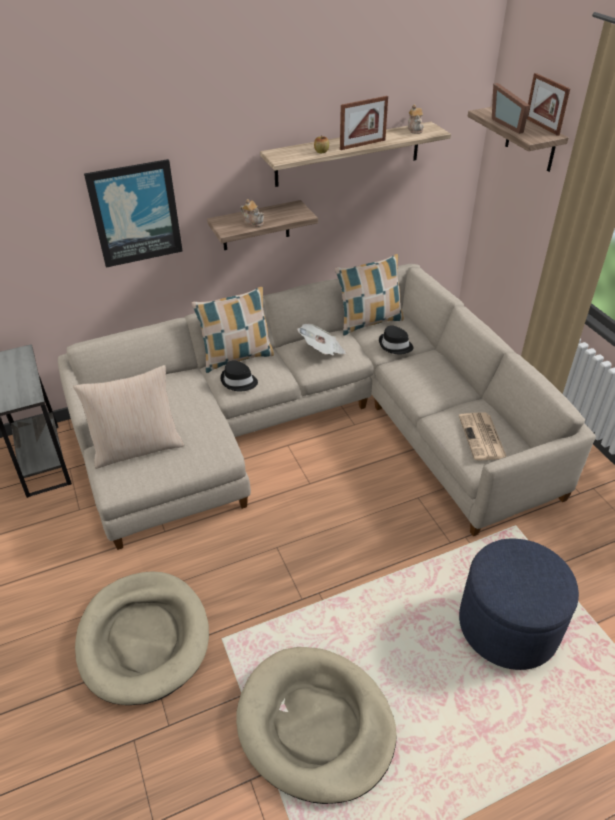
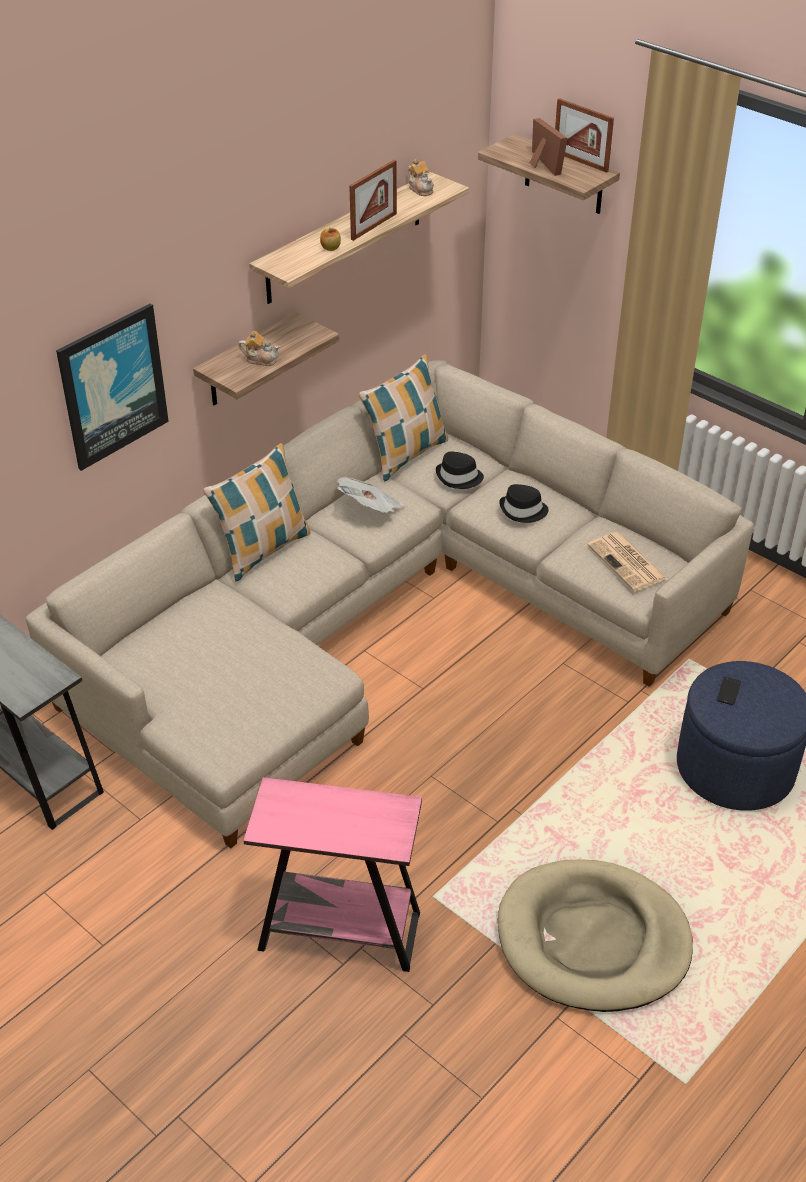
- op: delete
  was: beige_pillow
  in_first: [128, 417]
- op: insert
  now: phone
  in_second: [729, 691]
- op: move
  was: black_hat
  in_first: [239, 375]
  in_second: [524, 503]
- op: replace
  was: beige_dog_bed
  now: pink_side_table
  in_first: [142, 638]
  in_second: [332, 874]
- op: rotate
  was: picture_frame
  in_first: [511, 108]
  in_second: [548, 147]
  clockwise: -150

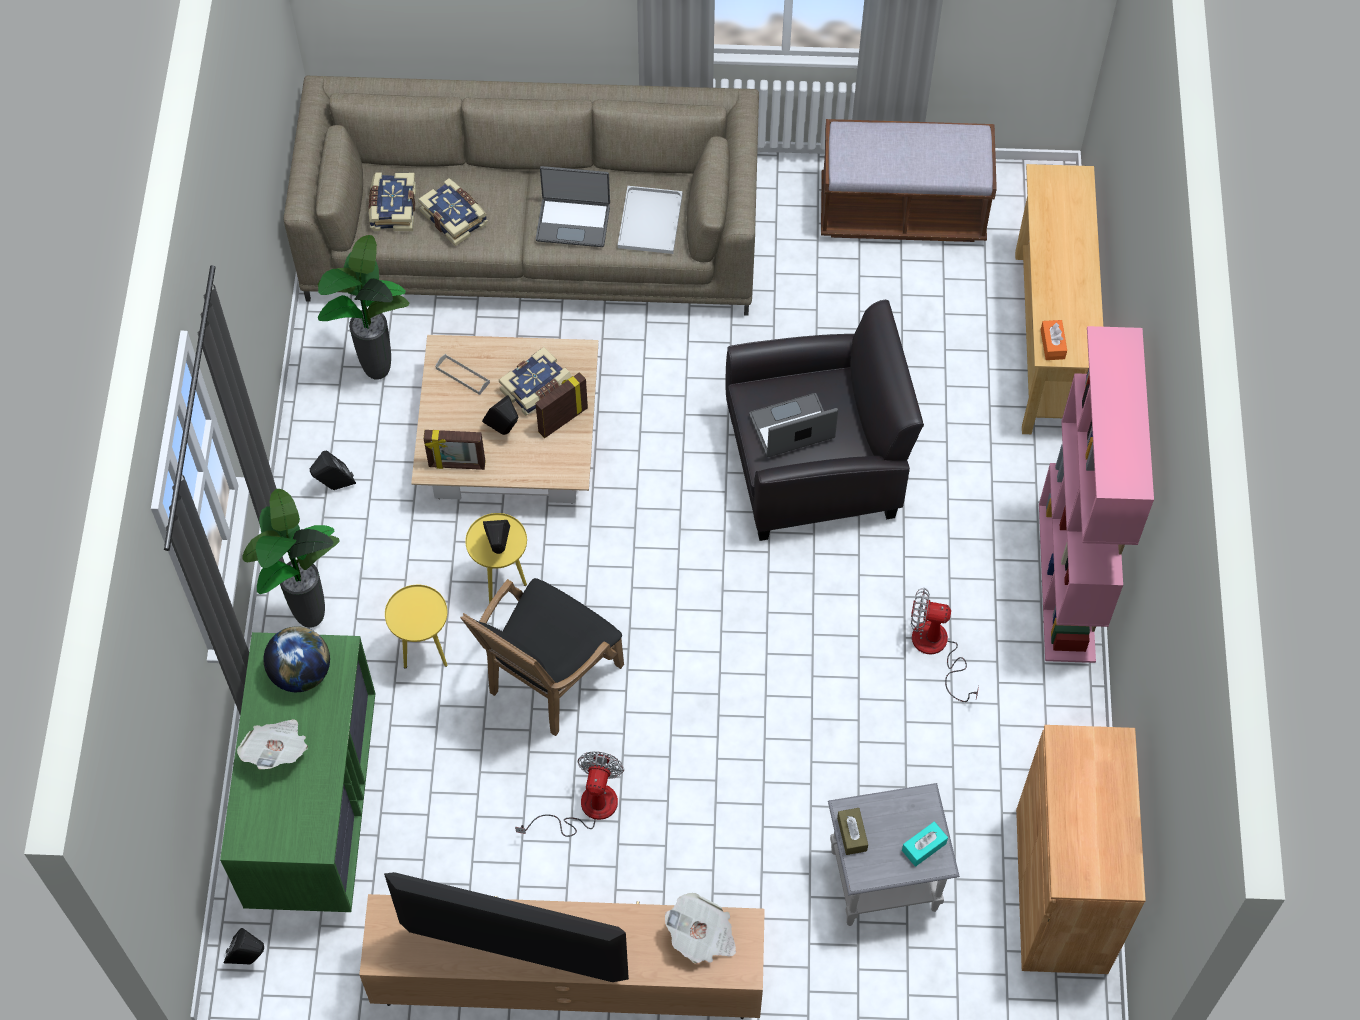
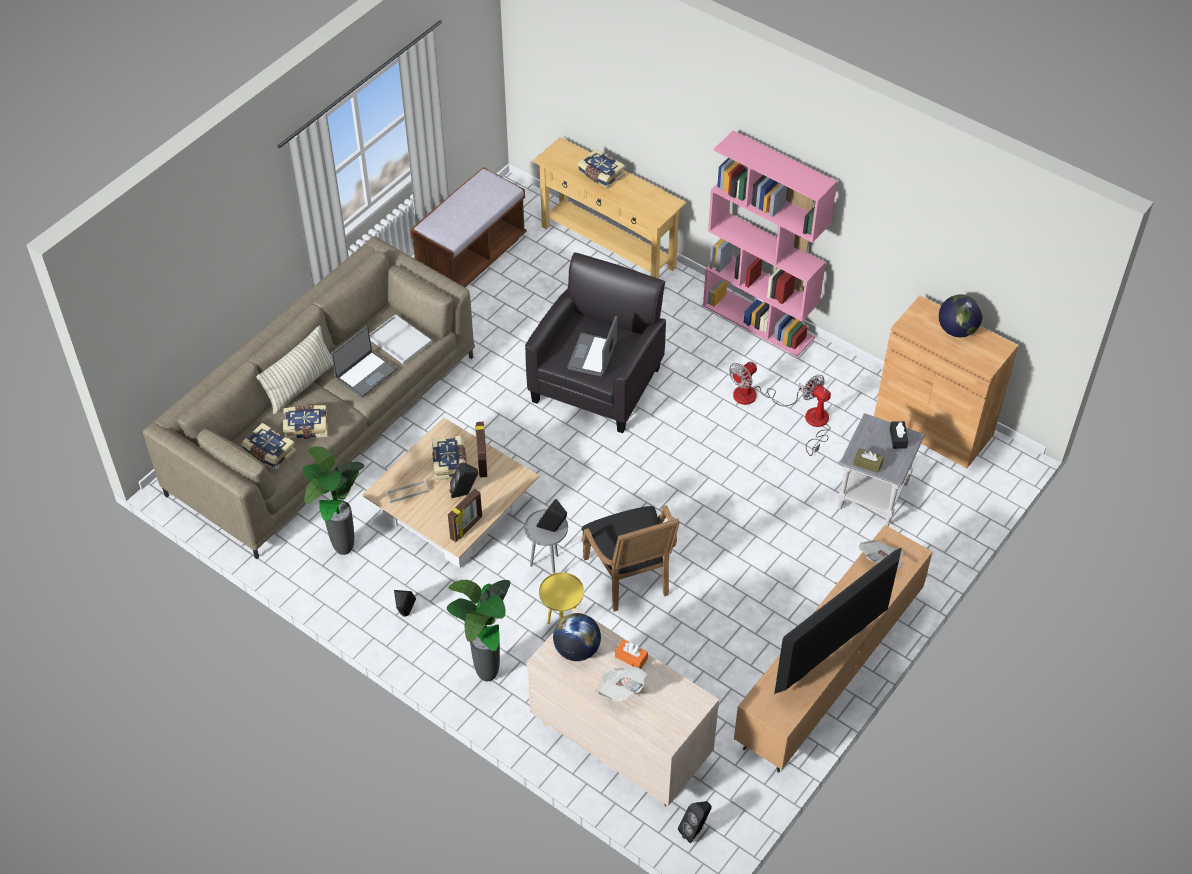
- op: insert
  now: pillow
  in_second: [294, 370]
- op: insert
  now: book
  in_second: [601, 168]
- op: insert
  now: globe
  in_second: [961, 315]
- op: move
  was: fan
  in_first: [569, 794]
  in_second: [816, 415]
- op: move
  was: orange_tissue_box
  in_first: [1054, 340]
  in_second: [631, 654]
- op: recolor
  was: green_dresser
  now: beige_dresser
  in_first: [297, 772]
  in_second: [623, 707]
- op: recolor
  was: yellow_side_table
  now: grey_side_table
  in_first: [496, 558]
  in_second: [546, 541]
- op: recolor
  was: turquoise_tissue_box
  now: black_tissue_box
  in_first: [925, 844]
  in_second: [899, 435]

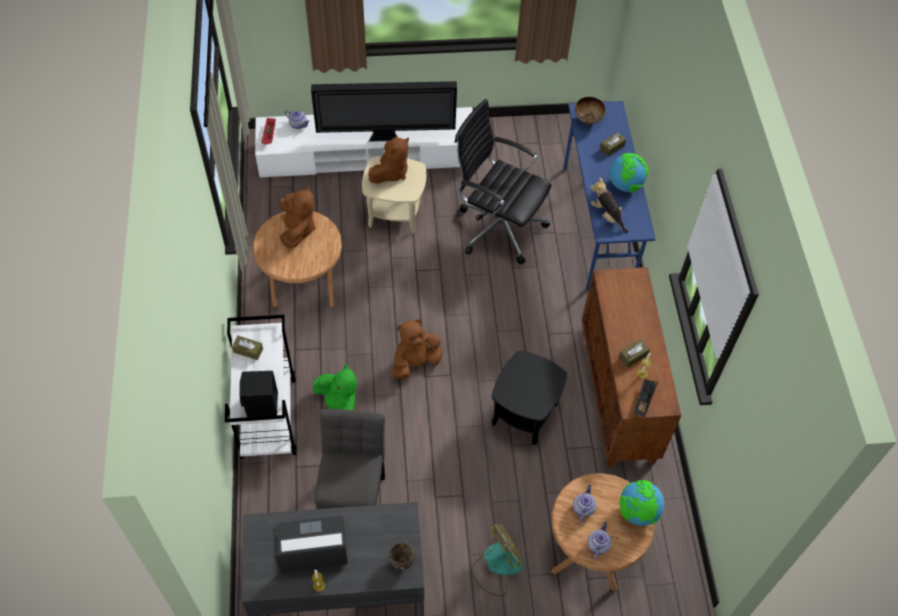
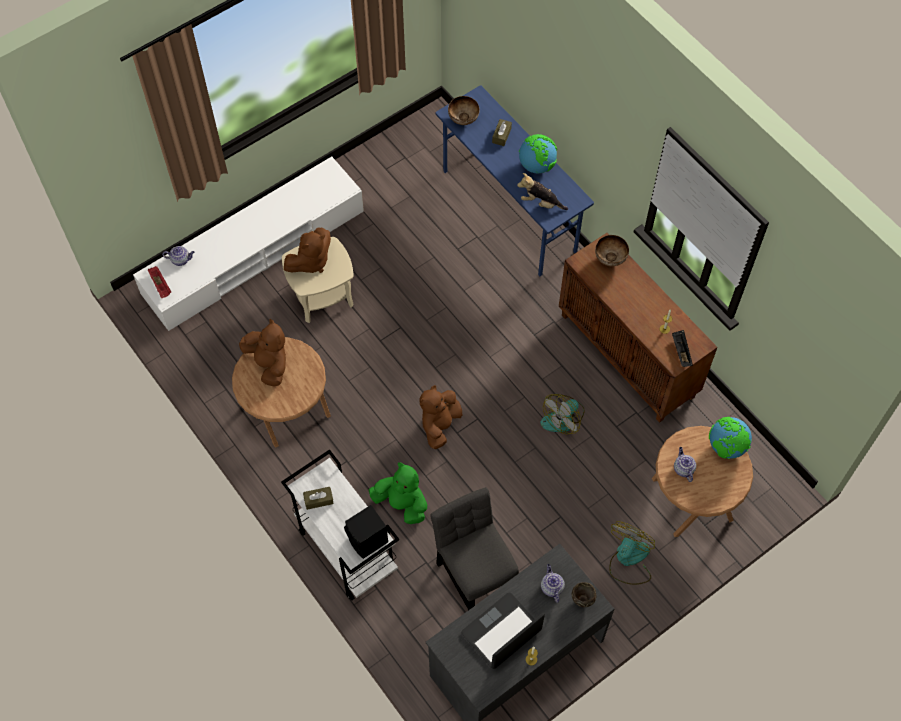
- op: delete
  was: television
  in_first: [384, 111]
- op: delete
  was: black_office_chair
  in_first: [503, 182]
- op: delete
  was: brown_tissue_box
  in_first: [634, 353]
- op: insert
  now: bowl
  in_second: [612, 250]
- op: move
  was: teapot
  in_first: [600, 541]
  in_second: [553, 583]
- op: replace
  was: black_side_table
  now: fan
  in_first: [529, 398]
  in_second: [562, 414]
- op: rotate
  was: brown_plush_toy
  in_first: [388, 160]
  in_second: [307, 250]
  clockwise: 45

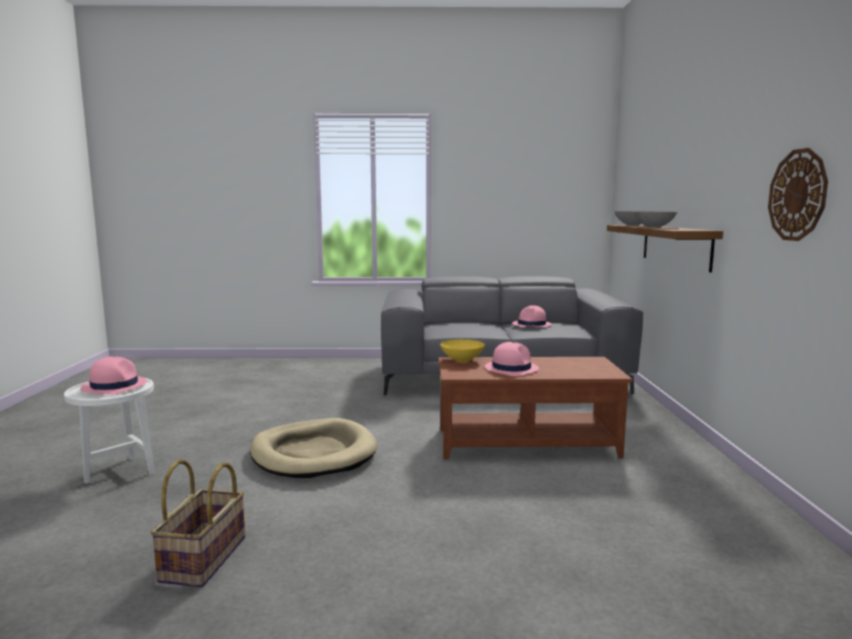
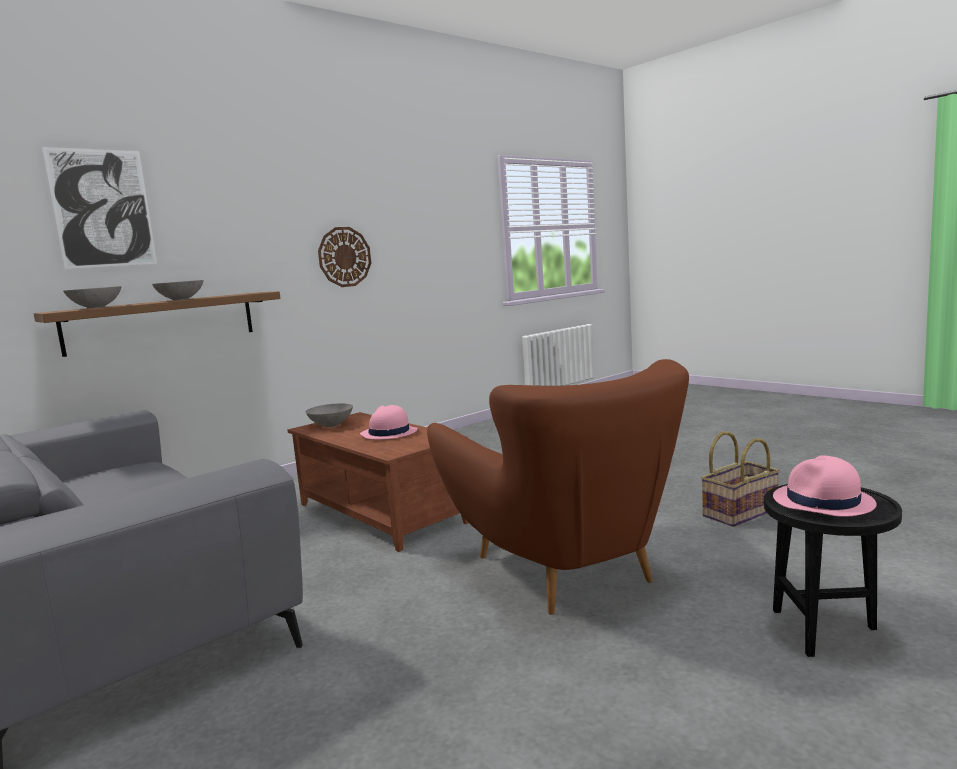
- op: delete
  was: yellow_bowl
  in_first: [462, 350]
- op: delete
  was: pink_hat
  in_first: [532, 316]
- op: insert
  now: picture
  in_second: [99, 208]
- op: insert
  now: grey_bowl
  in_second: [329, 415]
- op: replace
  was: beige_dog_bed
  now: brown_armchair
  in_first: [313, 448]
  in_second: [558, 487]
- op: recolor
  was: white_side_table
  now: black_side_table
  in_first: [109, 431]
  in_second: [833, 570]

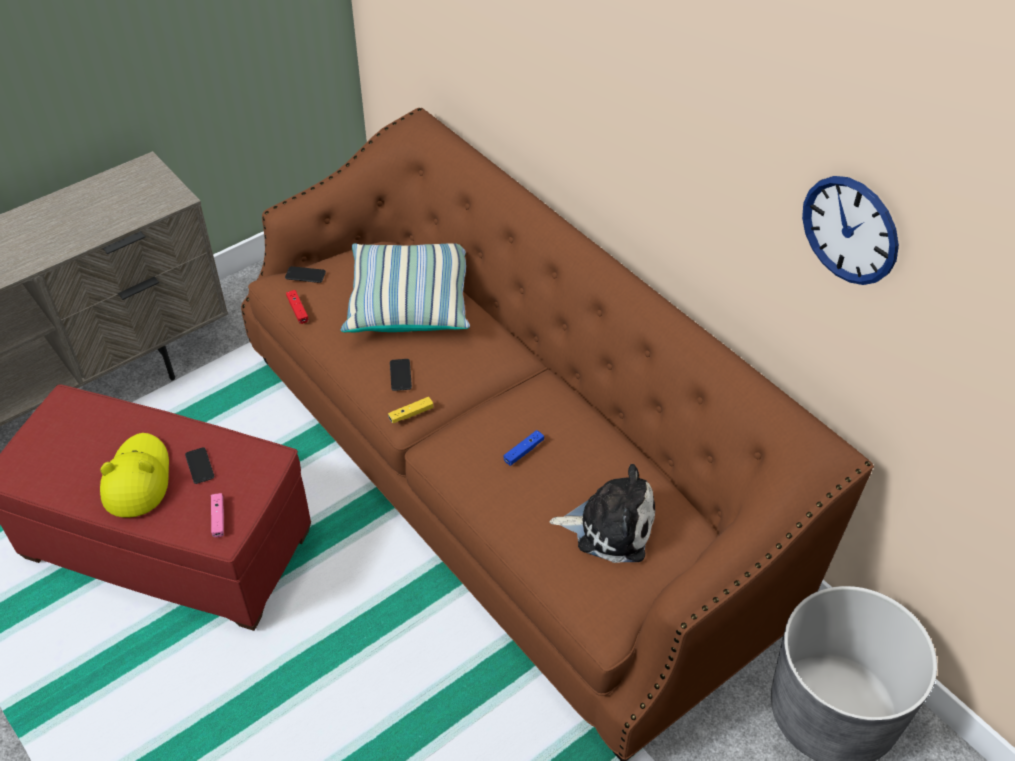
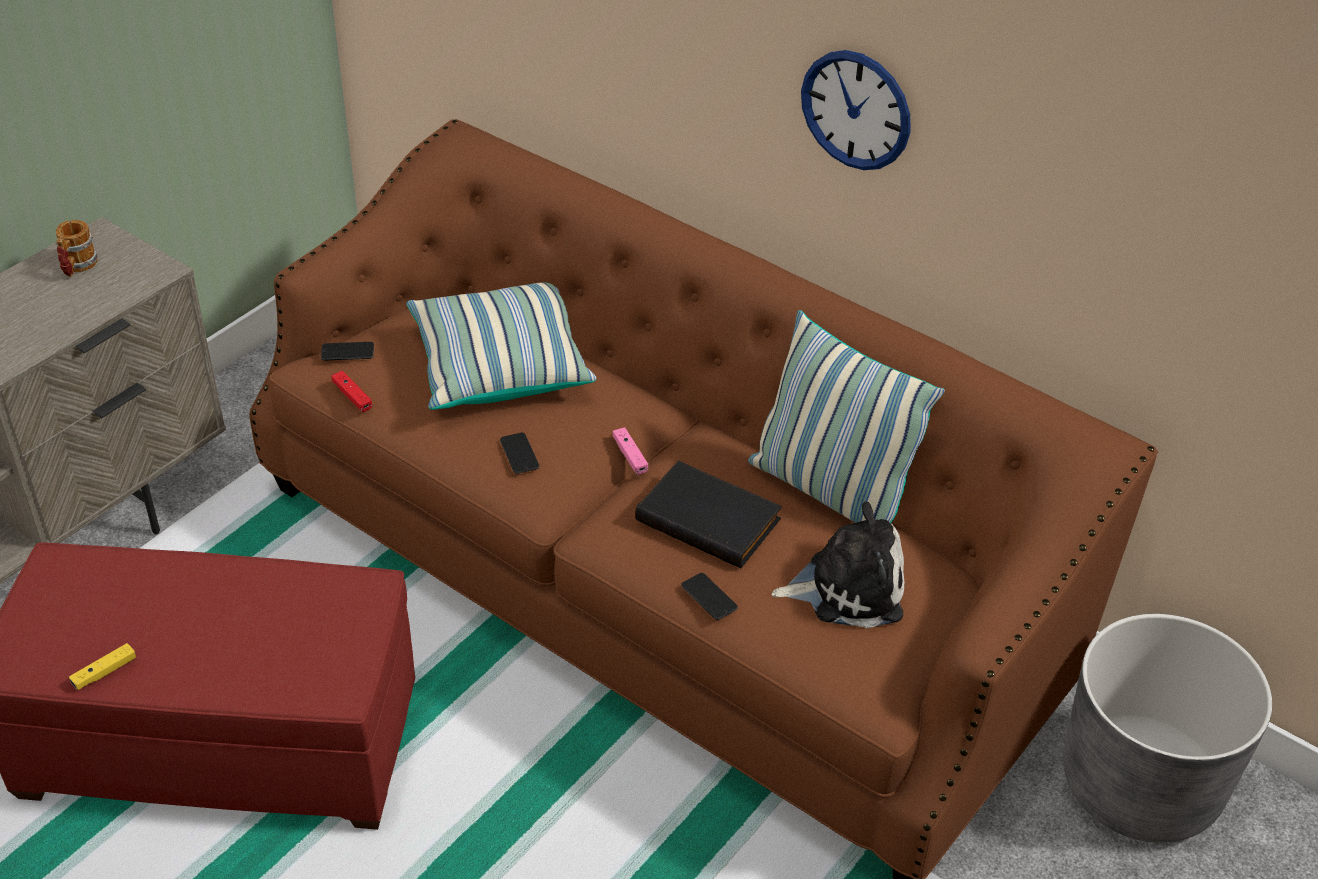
- op: delete
  was: yellow_hat
  in_first: [134, 475]
- op: insert
  now: mug
  in_second: [77, 248]
- op: insert
  now: pillow
  in_second: [846, 416]
- op: move
  was: phone
  in_first: [199, 465]
  in_second: [709, 596]
- op: move
  was: pink_game_controller
  in_first: [217, 515]
  in_second: [630, 451]
- op: move
  was: yellow_game_controller
  in_first: [410, 410]
  in_second: [102, 666]
- op: move
  was: wall_clock
  in_first: [850, 230]
  in_second: [855, 110]
- op: replace
  was: blue_game_controller
  now: black_book
  in_first: [524, 448]
  in_second: [708, 514]

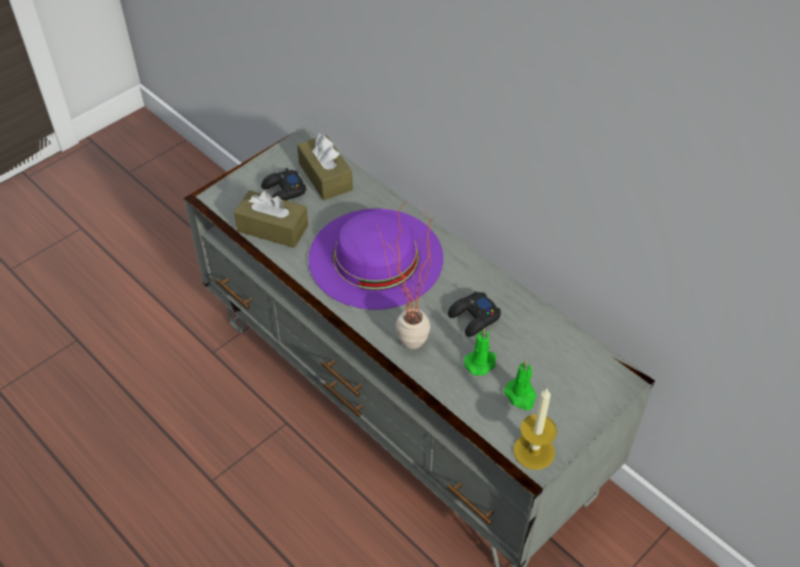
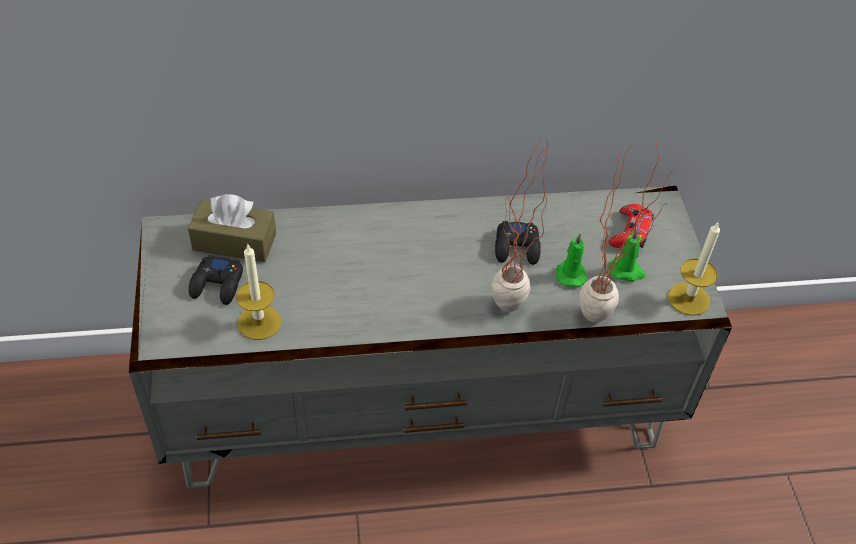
- op: delete
  was: purple_hat
  in_first: [375, 259]
- op: insert
  now: potted_plant
  in_second: [630, 232]
- op: insert
  now: red_game_controller
  in_second: [631, 226]
- op: replace
  was: brown_tissue_box
  now: candle
  in_first: [271, 219]
  in_second: [258, 292]

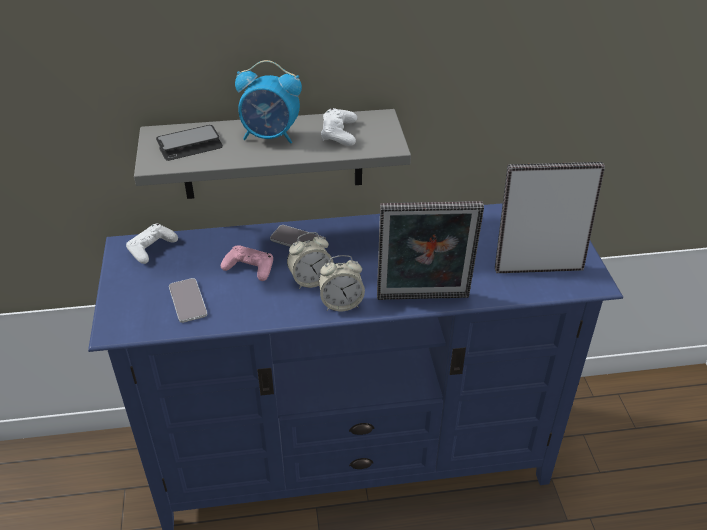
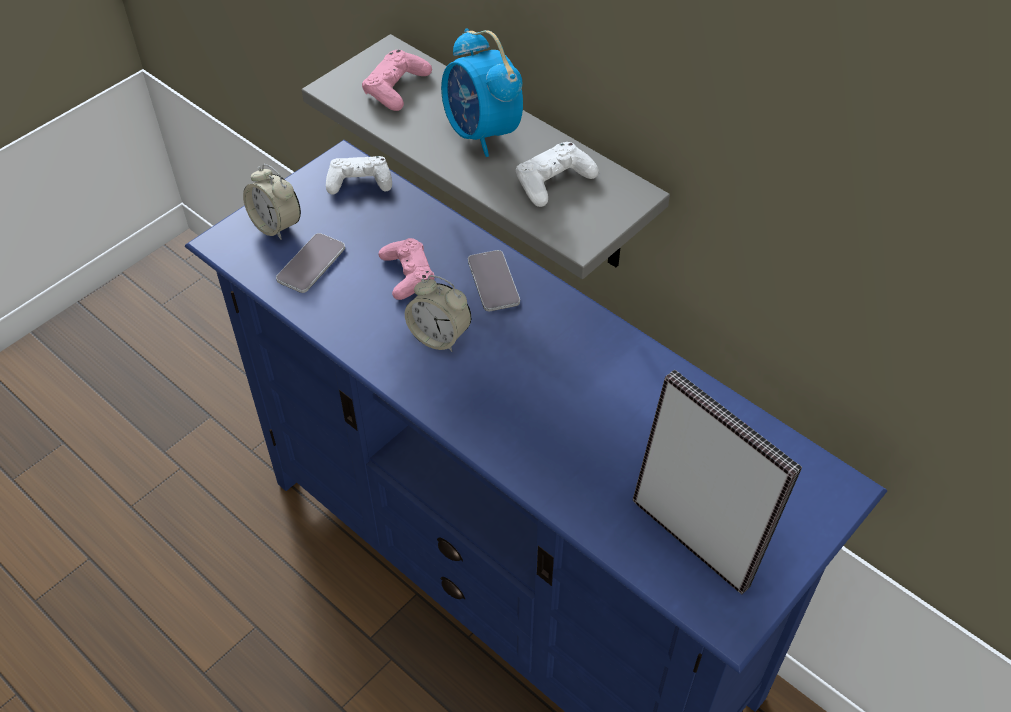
- op: delete
  was: picture_frame
  in_first: [430, 250]
- op: move
  was: alarm_clock
  in_first: [342, 283]
  in_second: [272, 202]
- op: replace
  was: phone
  now: pink_game_controller
  in_first: [189, 143]
  in_second: [397, 80]

